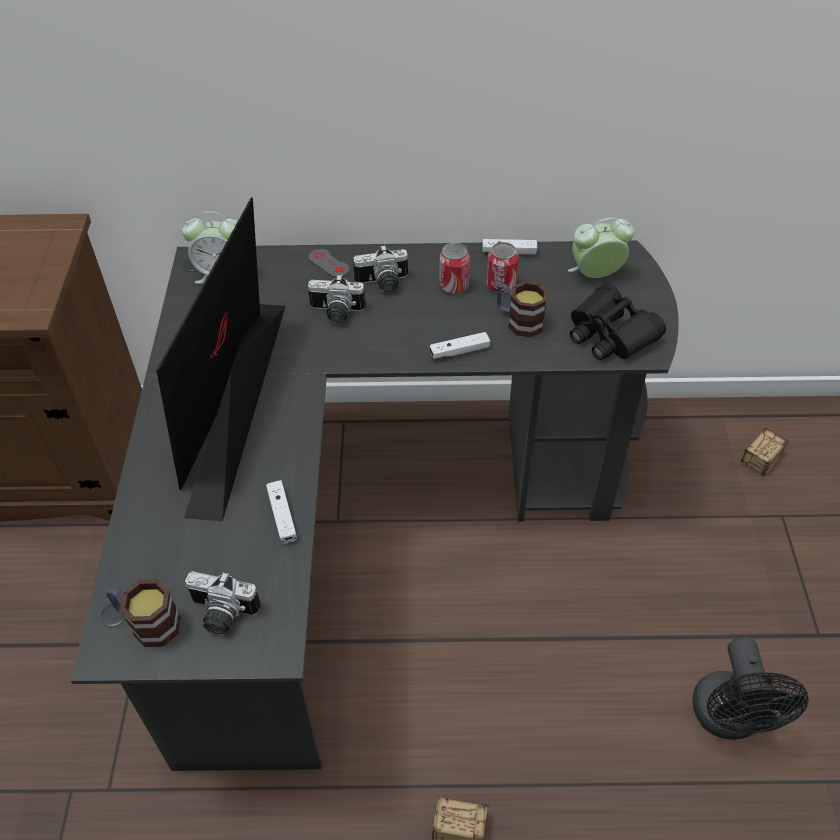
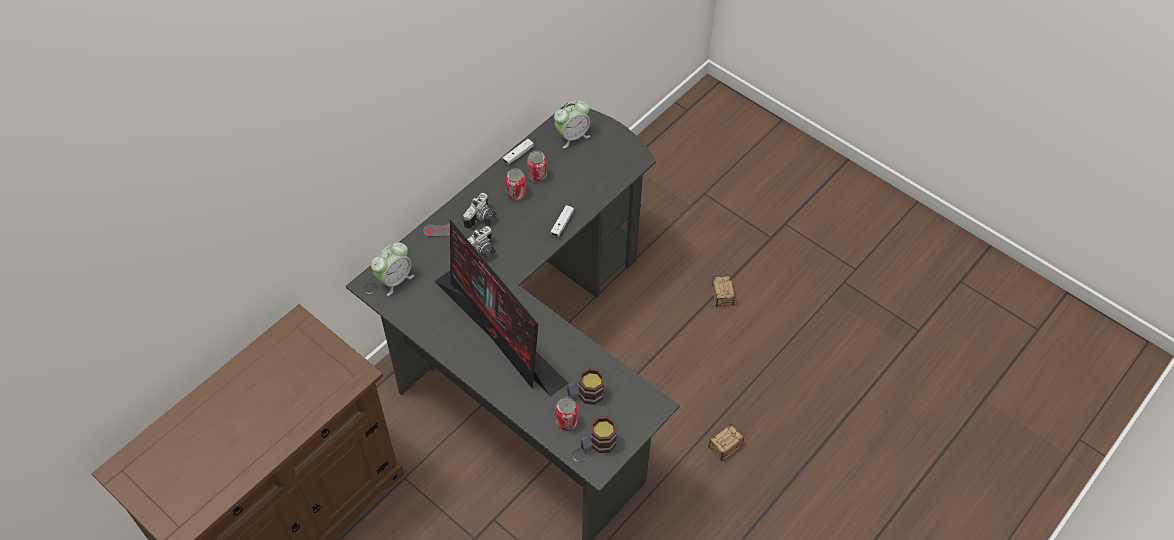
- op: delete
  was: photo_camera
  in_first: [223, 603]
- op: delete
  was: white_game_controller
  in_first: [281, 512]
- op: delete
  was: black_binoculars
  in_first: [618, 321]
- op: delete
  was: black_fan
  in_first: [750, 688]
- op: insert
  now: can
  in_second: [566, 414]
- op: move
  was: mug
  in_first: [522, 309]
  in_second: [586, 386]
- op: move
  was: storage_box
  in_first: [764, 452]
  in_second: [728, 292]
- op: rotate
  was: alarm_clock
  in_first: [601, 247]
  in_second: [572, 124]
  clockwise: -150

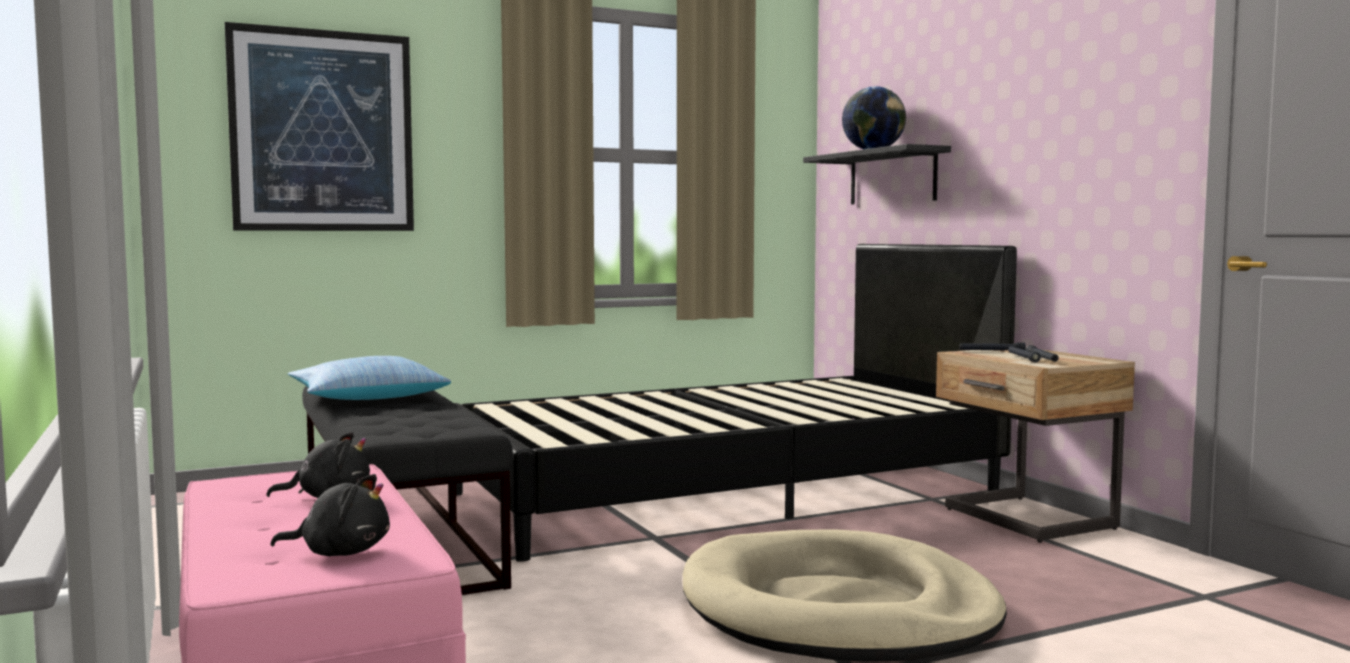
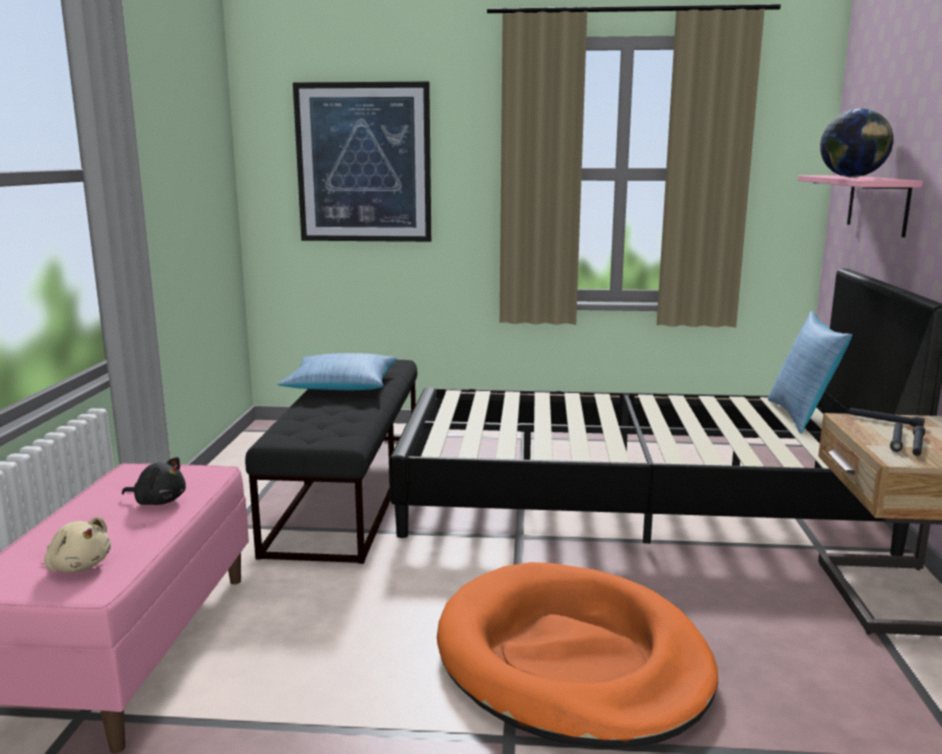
- op: insert
  now: pillow
  in_second: [810, 372]
- op: recolor
  was: black_plush_toy
  now: beige_plush_toy
  in_first: [330, 515]
  in_second: [77, 544]
- op: recolor
  was: beige_dog_bed
  now: orange_dog_bed
  in_first: [845, 595]
  in_second: [577, 655]
- op: recolor
  was: black_shelf
  now: pink_shelf
  in_first: [877, 174]
  in_second: [860, 206]

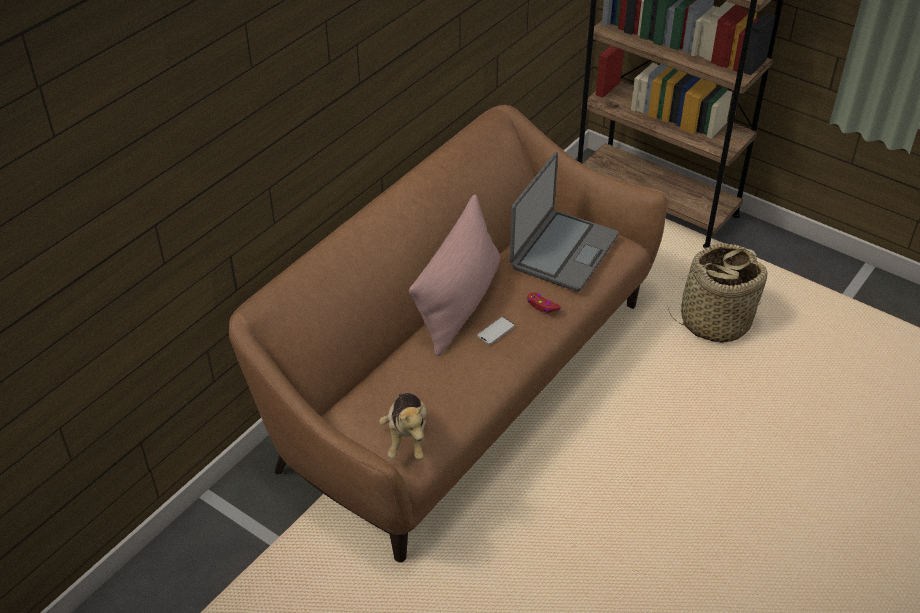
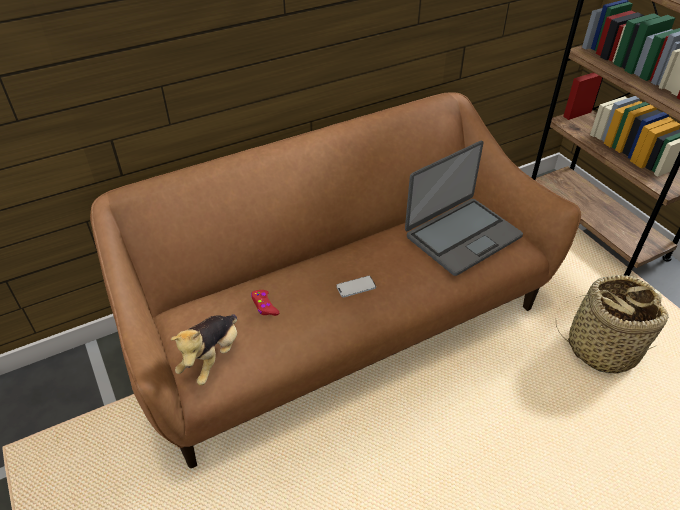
- op: delete
  was: pink_pillow
  in_first: [454, 275]
- op: move
  was: red_game_controller
  in_first: [544, 303]
  in_second: [265, 303]

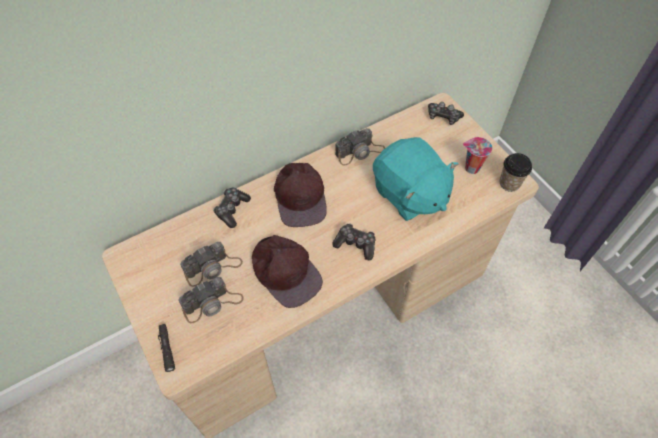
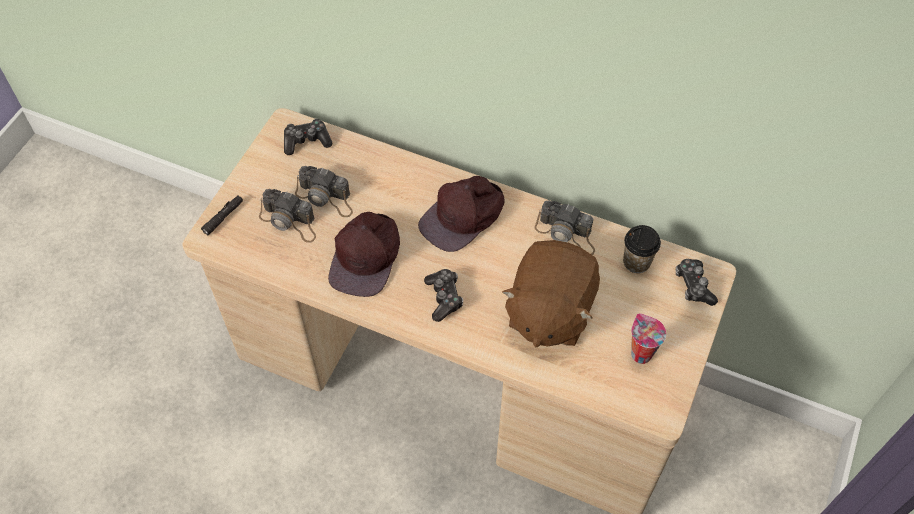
- op: move
  was: game_controller
  in_first: [232, 208]
  in_second: [308, 137]
- op: move
  was: cup
  in_first: [515, 172]
  in_second: [642, 249]
- op: recolor
  was: turquoise_plush_toy
  now: brown_plush_toy
  in_first: [416, 179]
  in_second: [551, 293]

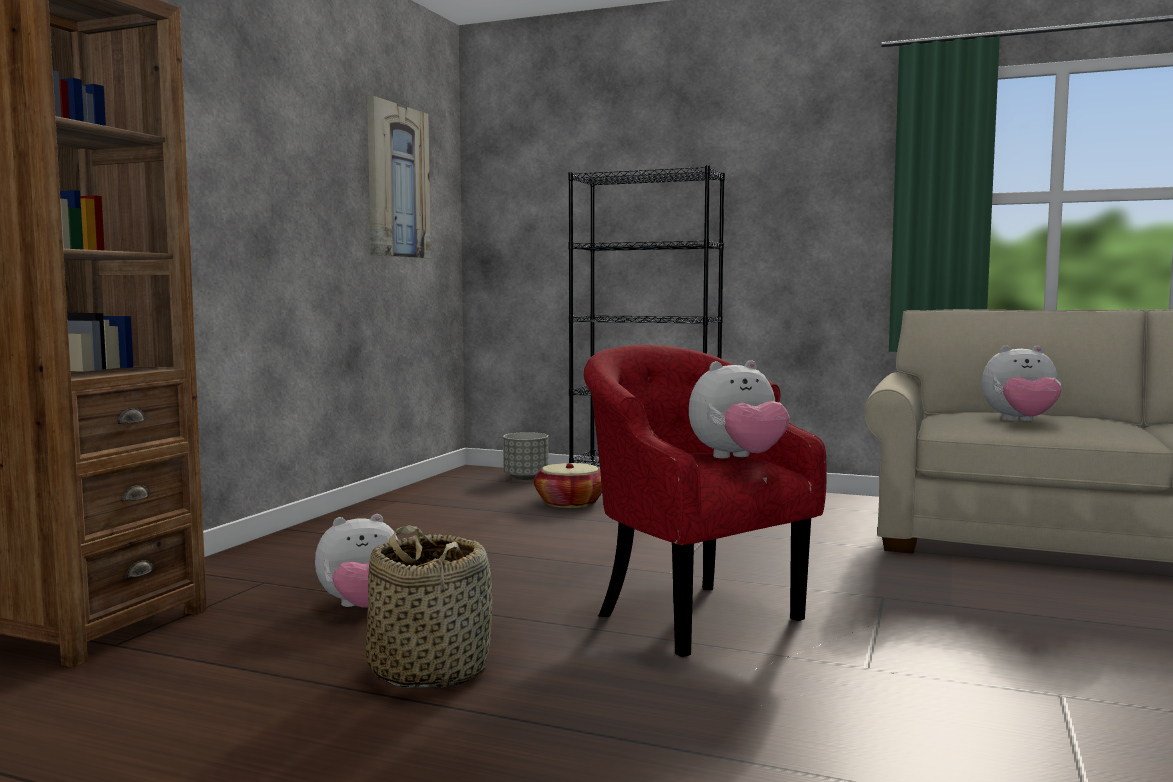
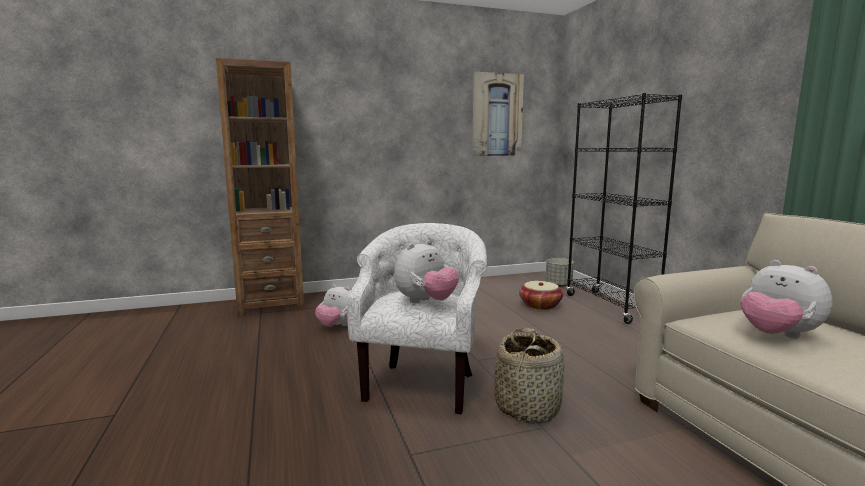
- op: move
  was: basket
  in_first: [429, 606]
  in_second: [529, 376]
- op: recolor
  was: red_armchair
  now: white_armchair
  in_first: [705, 501]
  in_second: [417, 318]
- op: rotate
  was: plush_toy
  in_first: [739, 409]
  in_second: [426, 271]
  clockwise: -75

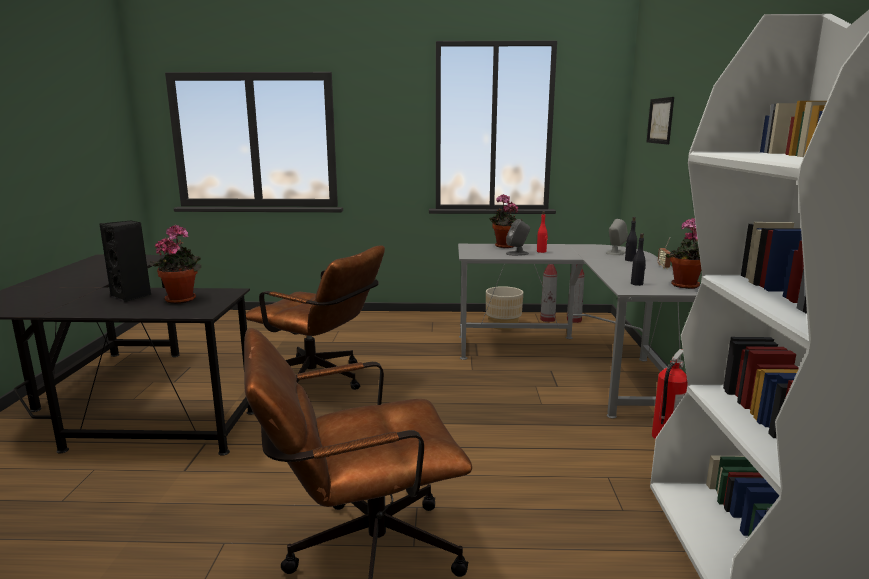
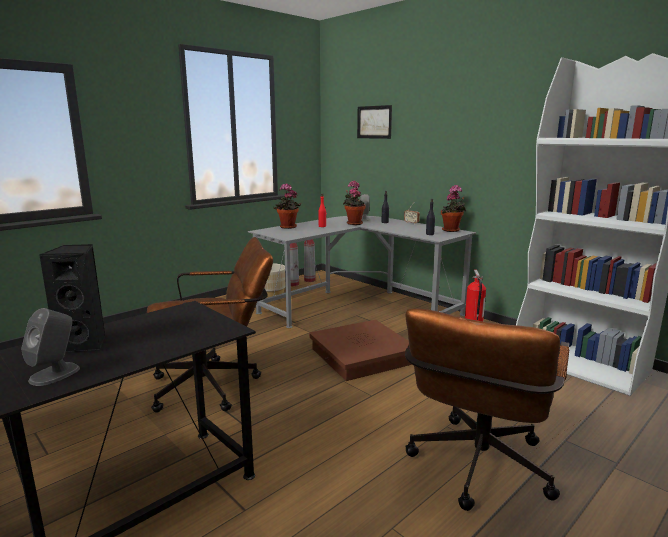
- op: insert
  now: brown_storage_box
  in_second: [360, 350]
- op: move
  was: potted_plant
  in_first: [176, 264]
  in_second: [354, 203]
- op: move
  was: grey_speaker
  in_first: [518, 237]
  in_second: [50, 347]

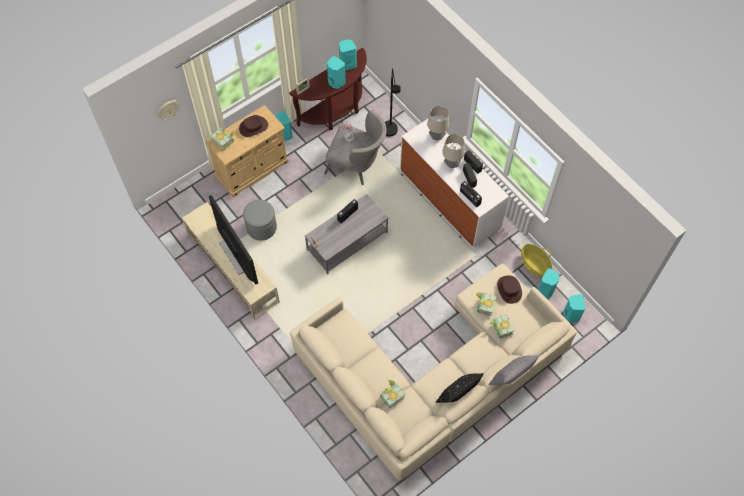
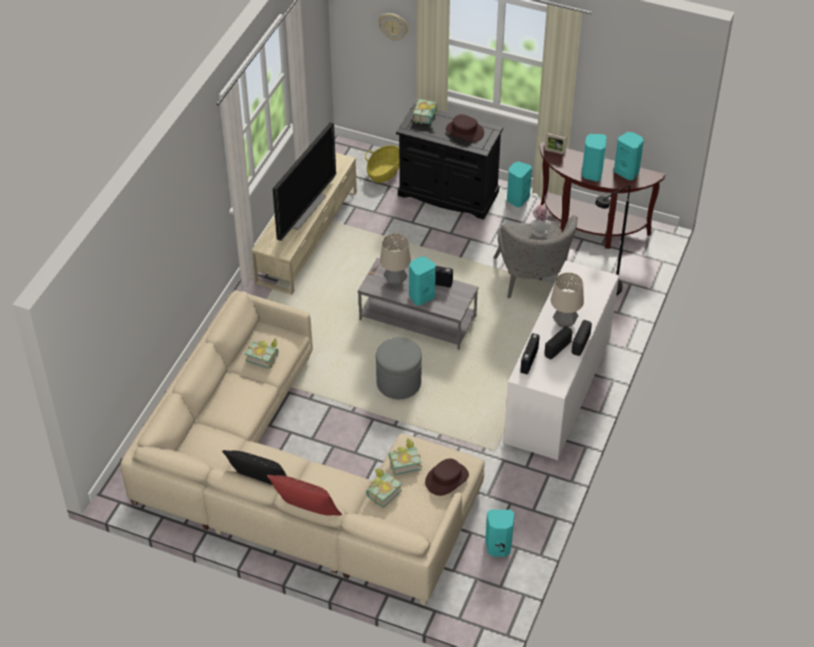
- op: move
  was: grey_ottoman
  in_first: [260, 220]
  in_second: [399, 368]
- op: move
  was: book
  in_first: [392, 394]
  in_second: [261, 353]
- op: move
  was: table_lamp
  in_first: [438, 123]
  in_second: [395, 260]
- op: move
  was: basket
  in_first: [536, 260]
  in_second: [382, 164]
- op: move
  was: turquoise_speaker
  in_first: [574, 308]
  in_second: [422, 281]
- op: recolor
  was: beige_cabinet
  now: black_cabinet
  in_first: [247, 151]
  in_second: [449, 162]
- op: recolor
  was: grey_pillow
  now: red_pillow
  in_first: [514, 370]
  in_second: [304, 495]

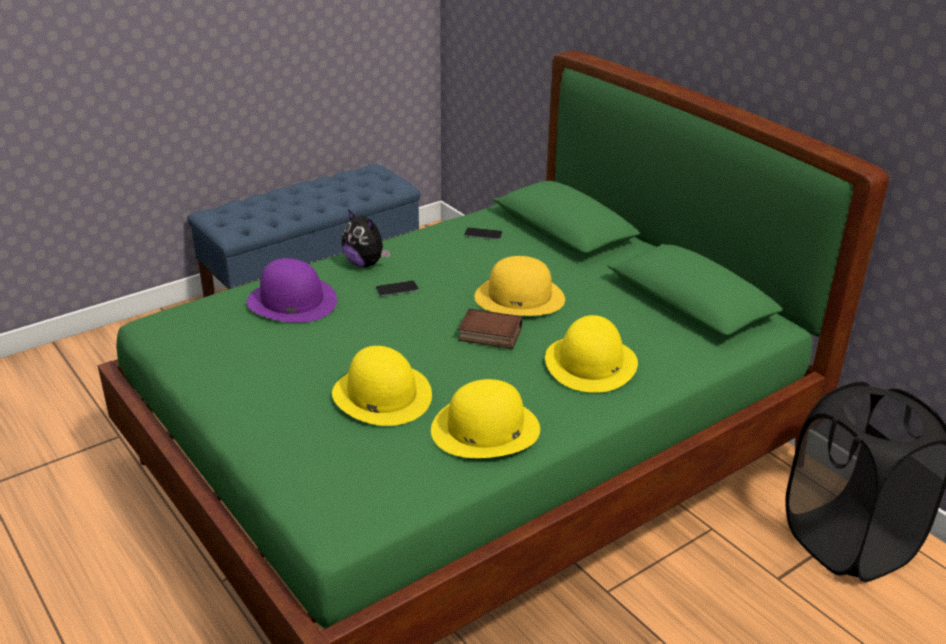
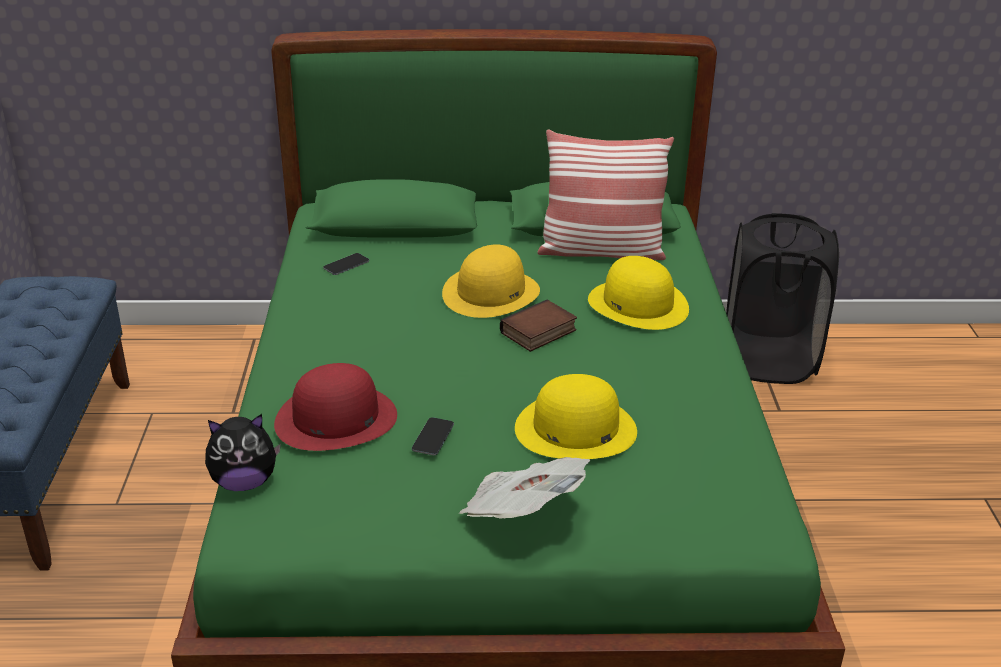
- op: delete
  was: yellow_hat
  in_first: [485, 418]
- op: insert
  now: newspaper
  in_second: [524, 488]
- op: insert
  now: pillow
  in_second: [605, 195]
- op: move
  was: plush_toy
  in_first: [366, 238]
  in_second: [243, 452]
- op: move
  was: phone
  in_first: [397, 289]
  in_second: [433, 436]
- op: recolor
  was: purple_hat
  now: red_hat
  in_first: [292, 290]
  in_second: [335, 407]

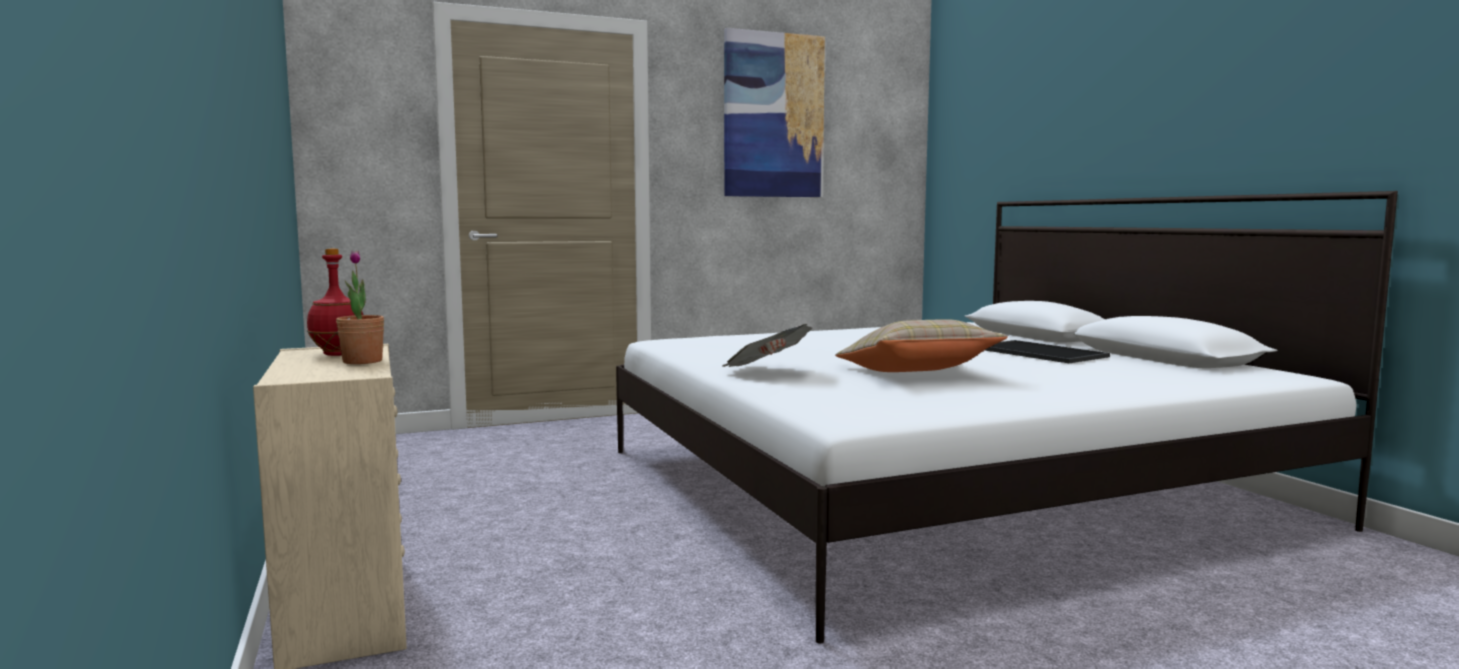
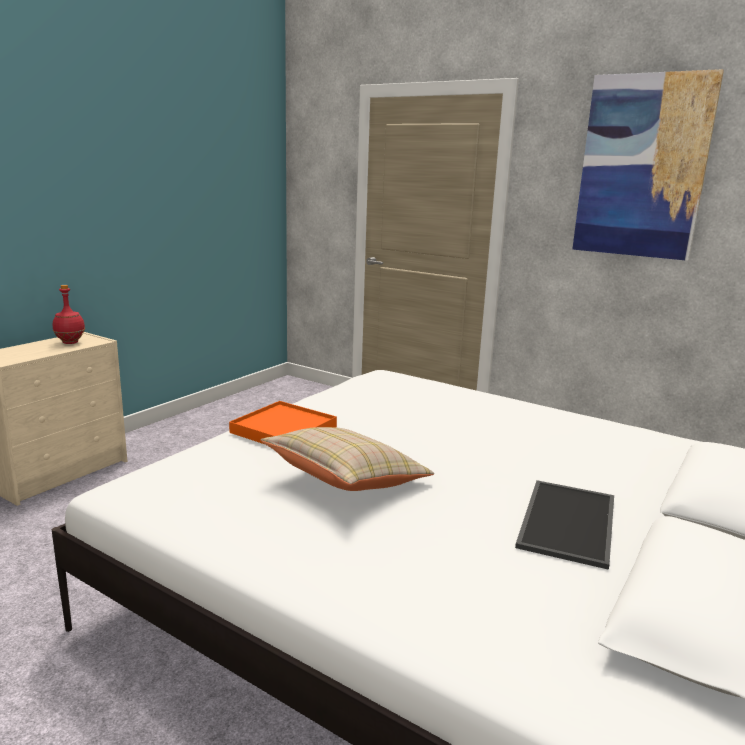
- op: delete
  was: potted_plant
  in_first: [360, 307]
- op: replace
  was: newspaper
  now: orange_tray
  in_first: [767, 345]
  in_second: [283, 422]

